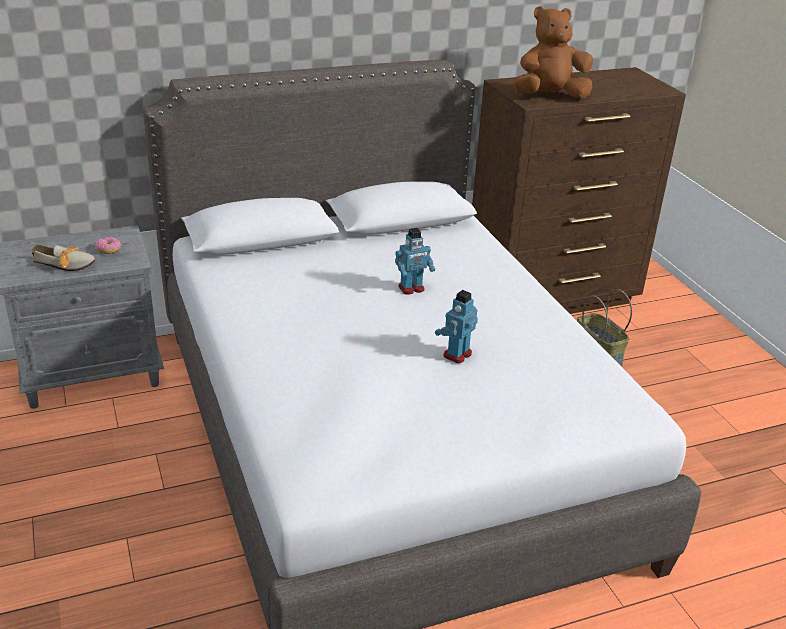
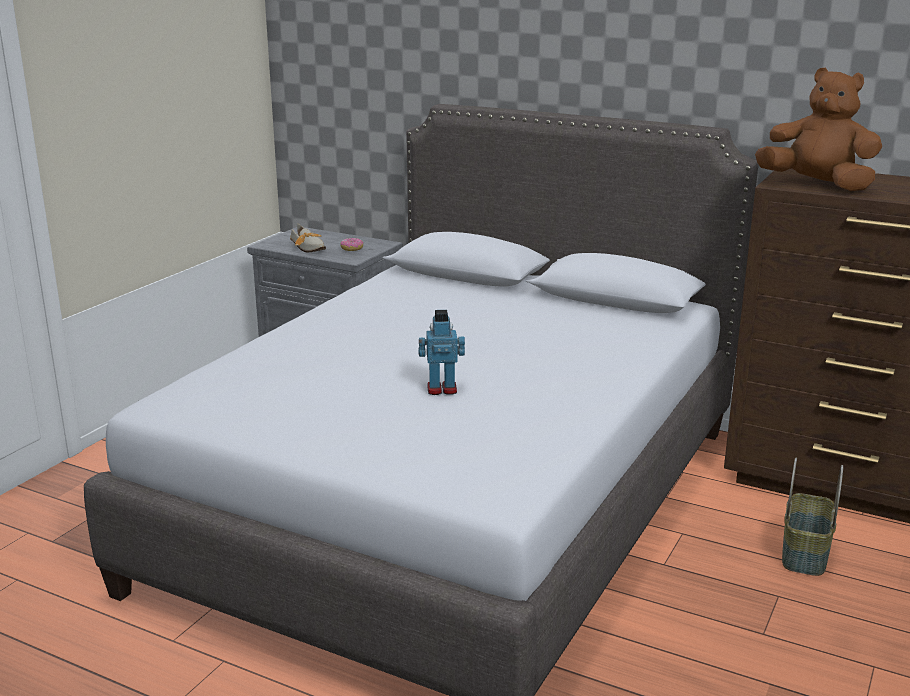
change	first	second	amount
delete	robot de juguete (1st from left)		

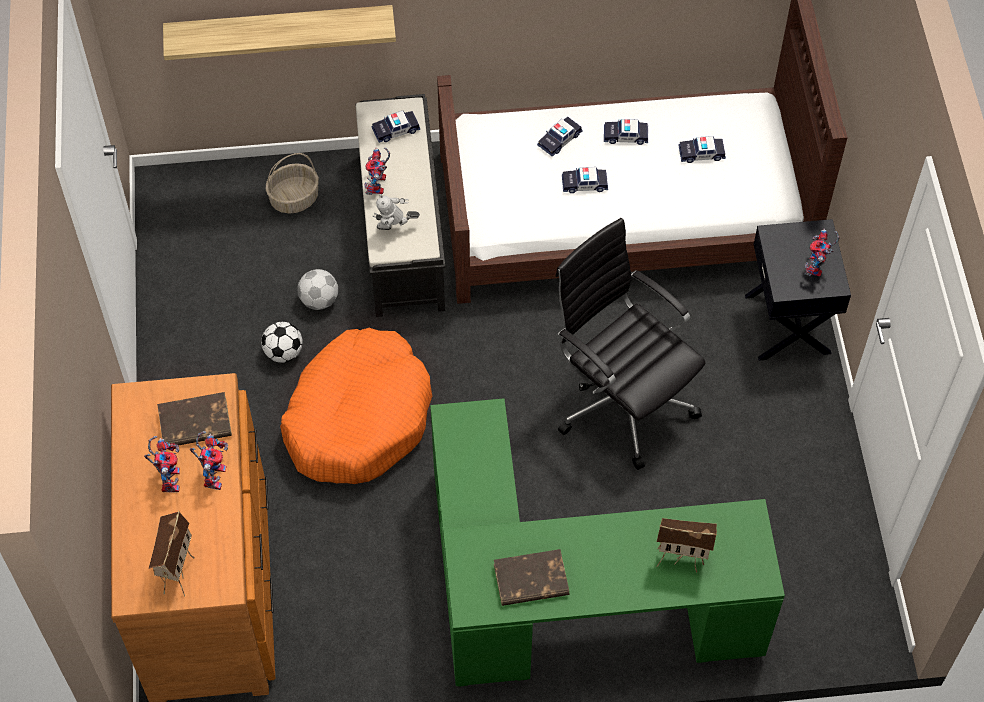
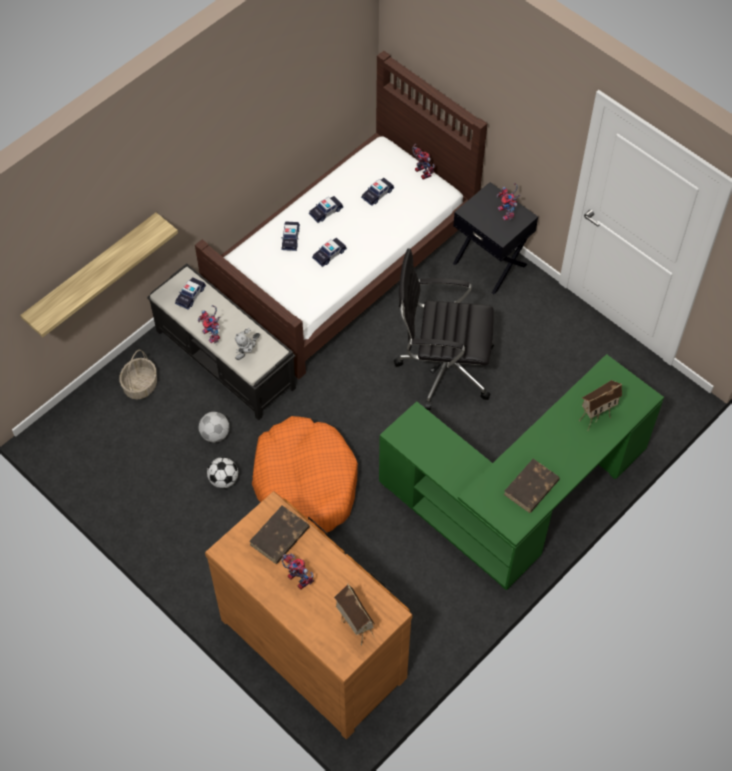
change	first	second	amount
move	robot de juguete (2nd from left in the first image)	robot de juguete (4th from left)	

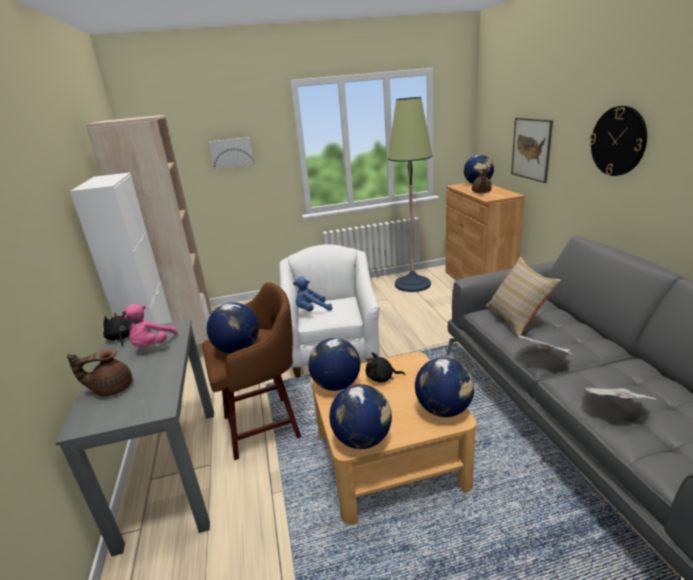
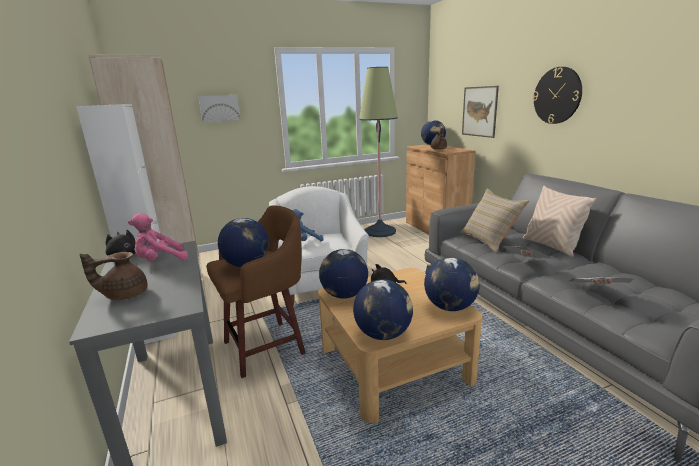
change	first	second	amount
insert		cojín (beis) (2nd from left)	
rotate	peluche (rosa)		60 degrees clockwise

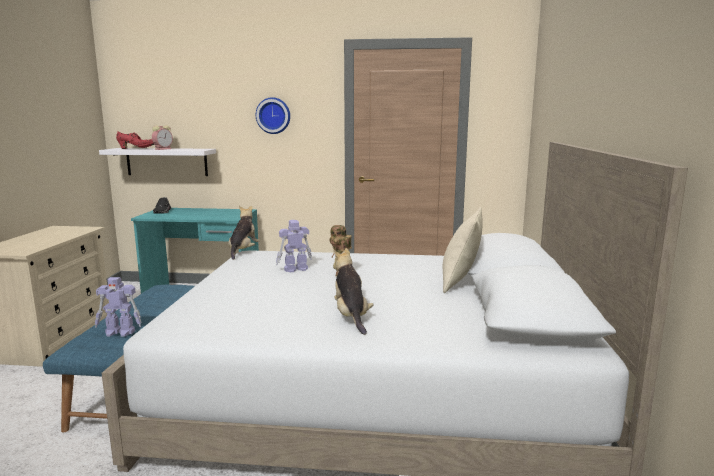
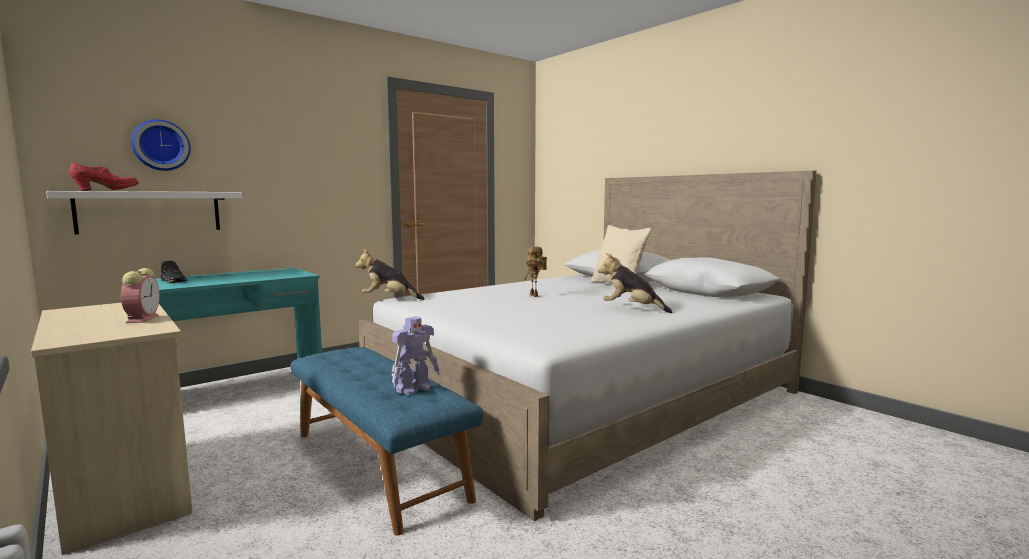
change	first	second	amount
delete	robot de juguete (2nd from left)		
move	despertador		
move	reloj de pared		
rotate	peluche (1st from left)		45 degrees counterclockwise

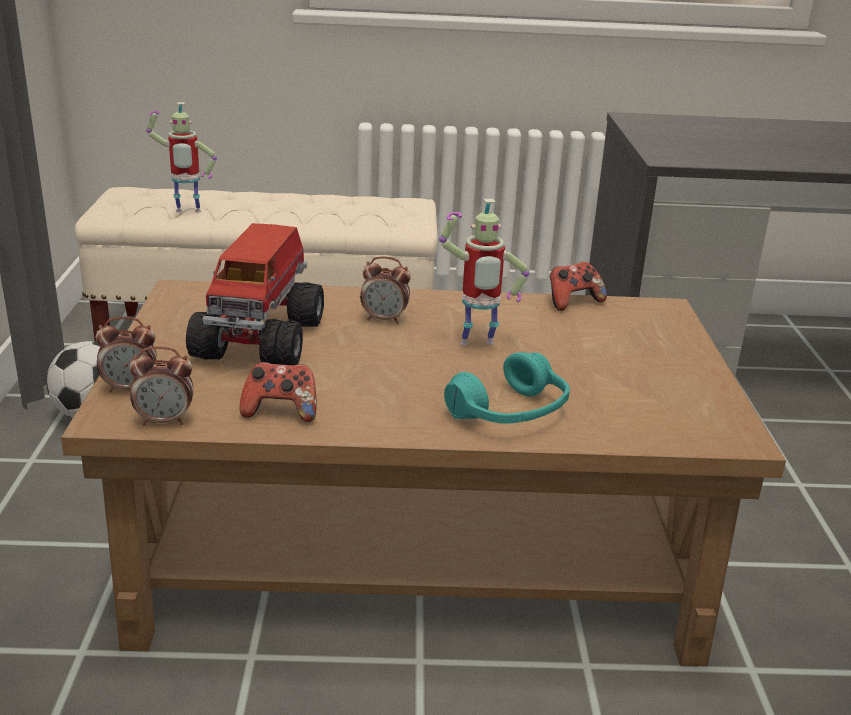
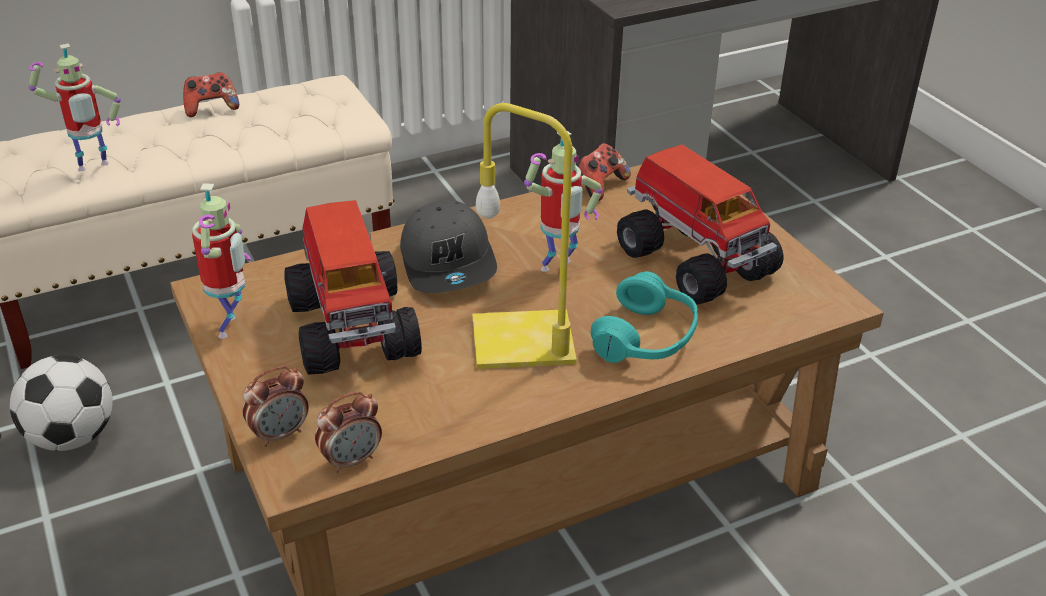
change	first	second	amount
insert		robot de juguete (2nd from left)	
insert		lámpara de mesa (amarillo)	
insert		camión de juguete (2nd from left)	
move	mando de consola (1st from left)		
replace	despertador (3rd from left)	gorra (gris)	

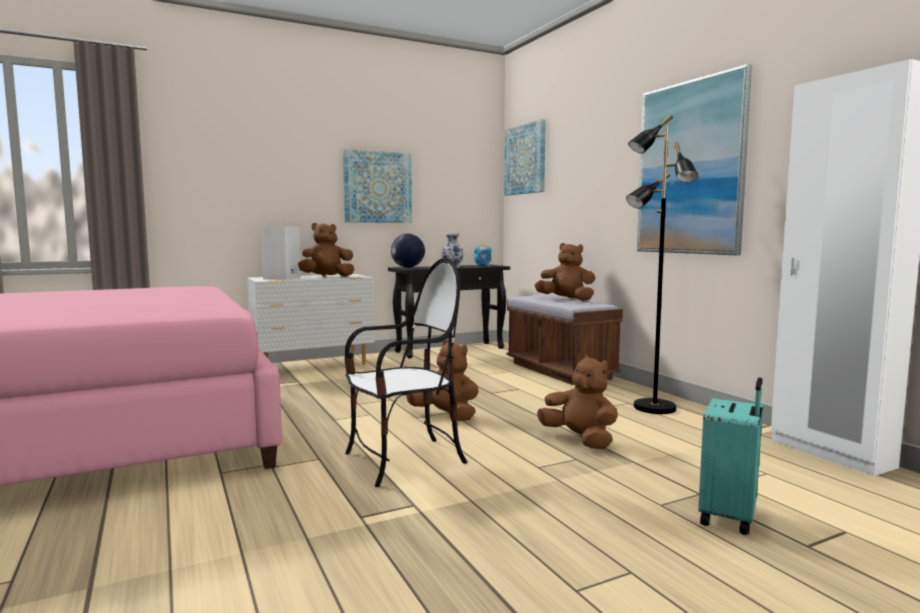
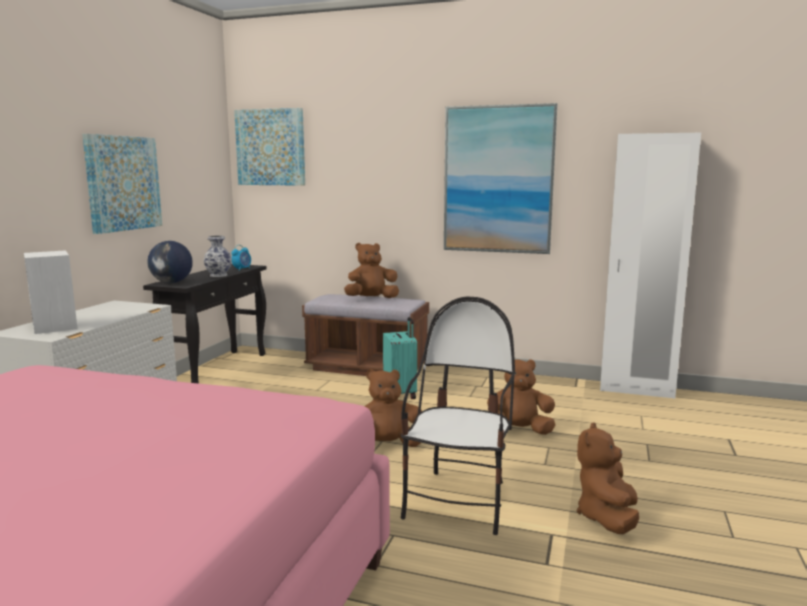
change	first	second	amount
delete	lámpara de pie (negro)		
move	peluche (marrón) (1st from left in the first image)	peluche (marrón) (4th from left)	
move	maleta (turquesa)		

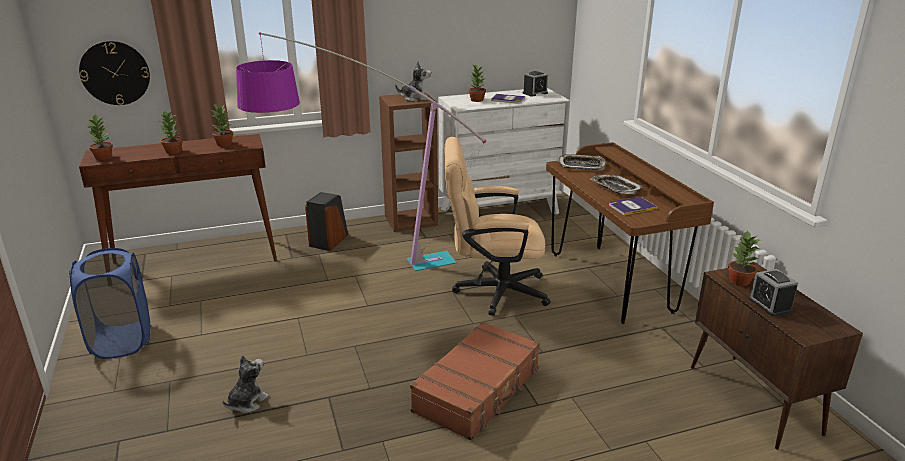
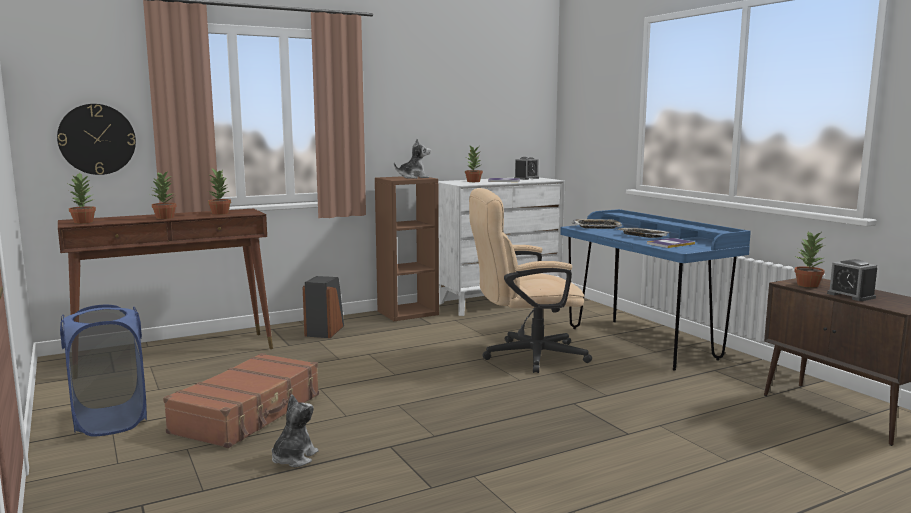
change	first	second	amount
delete	lámpara de pie		
move	maleta (marrón)		
recolor	escritorio (marrón)	escritorio (azul)	

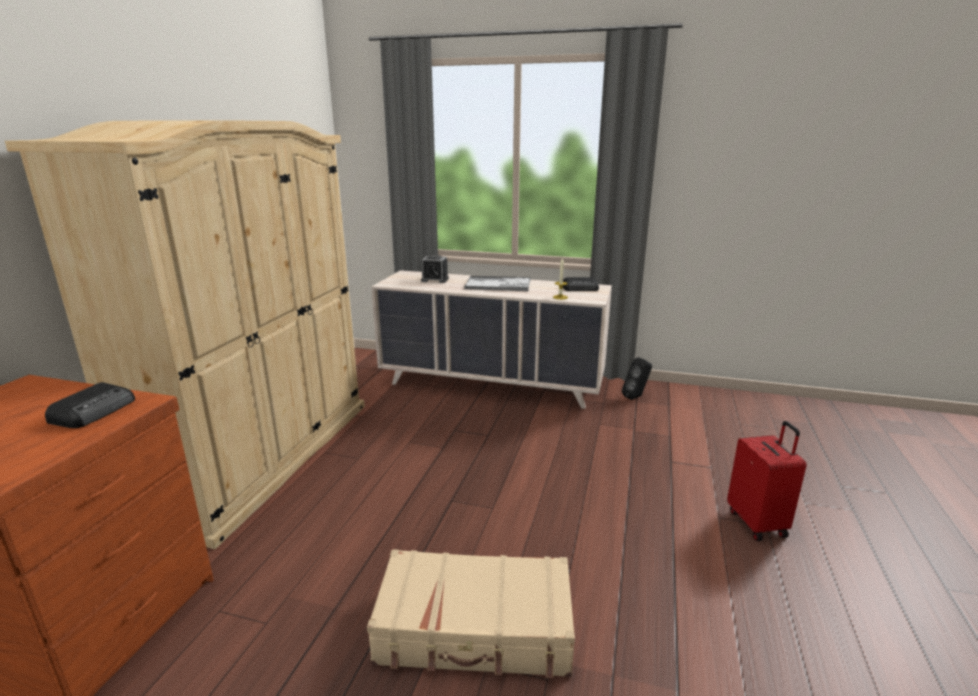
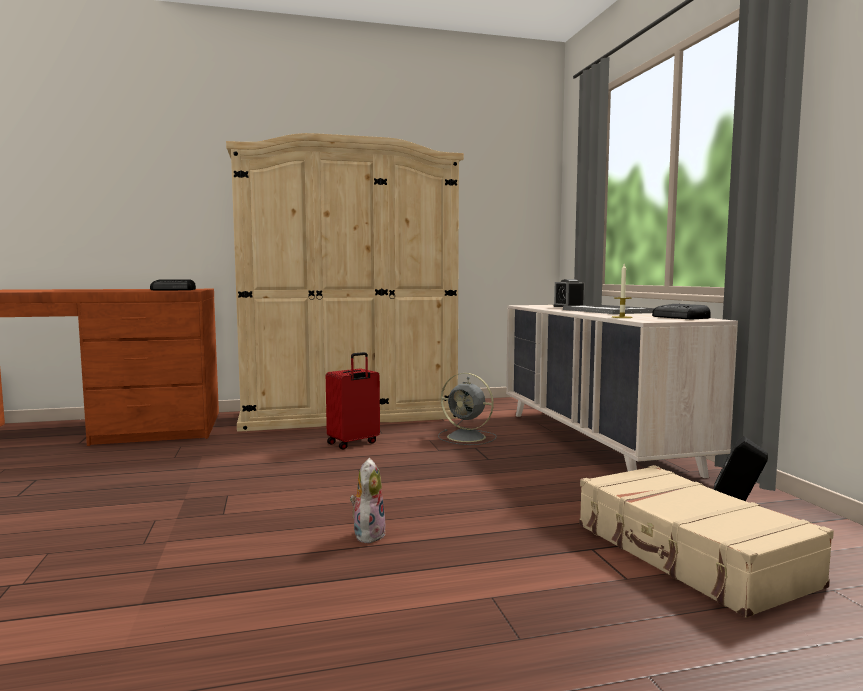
change	first	second	amount
insert		peluche	
insert		ventilador (gris)	
move	maleta (beis)		
move	maleta (rojo)		

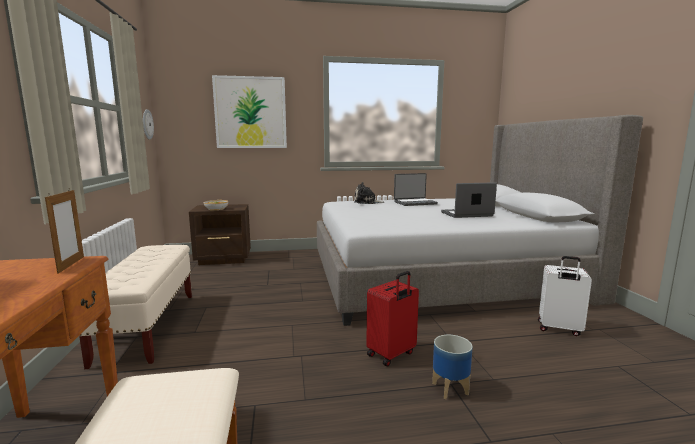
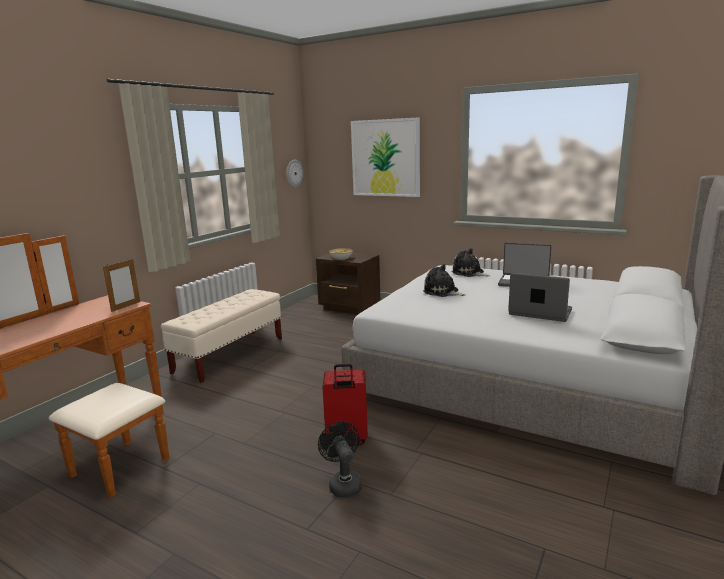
change	first	second	amount
delete	maleta (blanco)		
insert		peluche (1st from left)	
replace	maceta	ventilador (negro)	

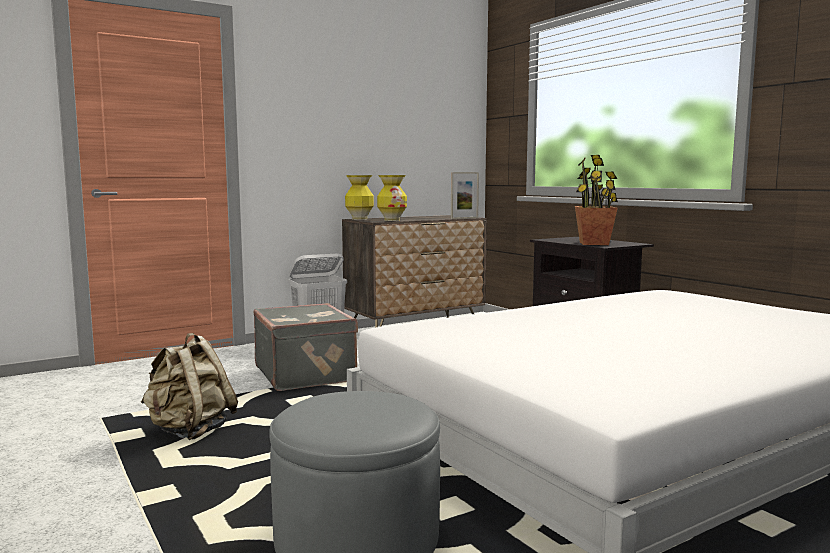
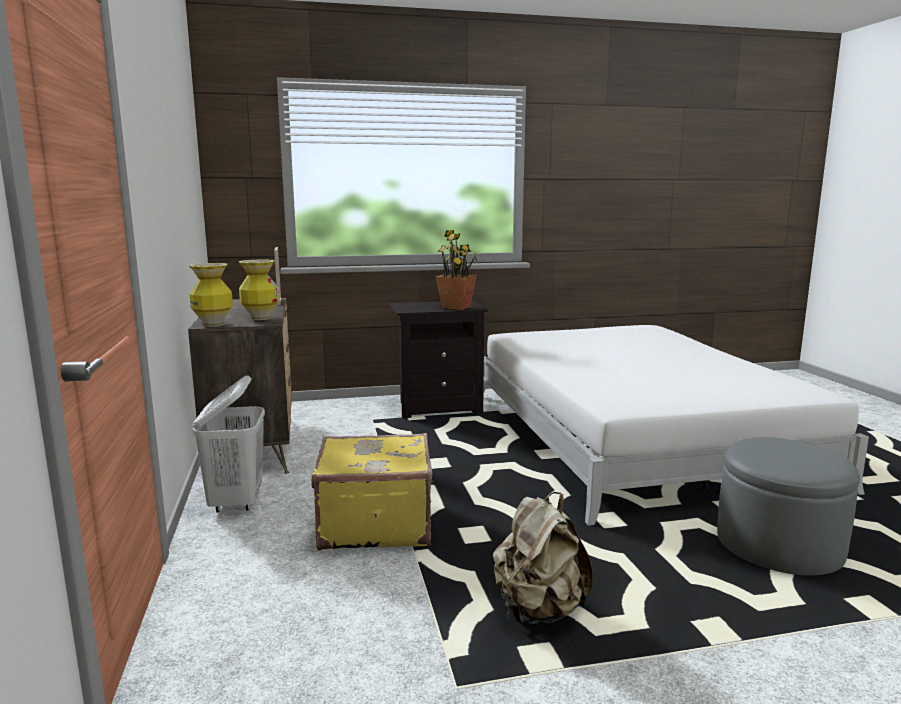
change	first	second	amount
recolor	maleta (gris)	maleta (amarillo)	

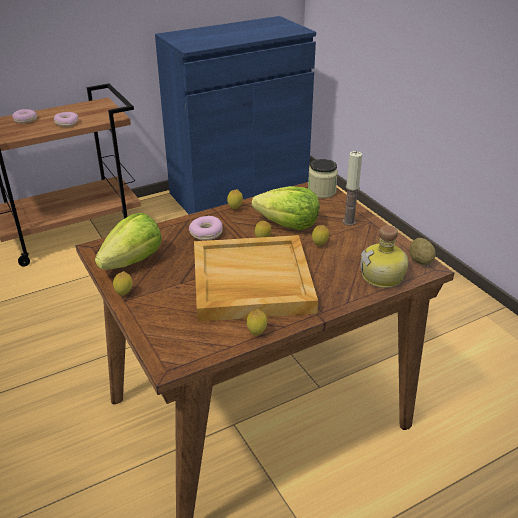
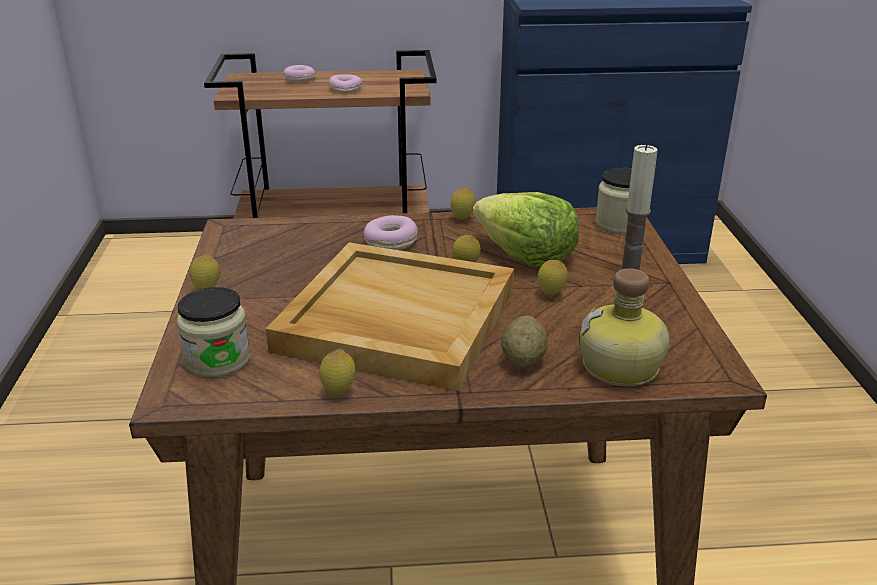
change	first	second	amount
delete	lechuga (1st from left)		
insert		tarro (1st from left)	
move	patata		

